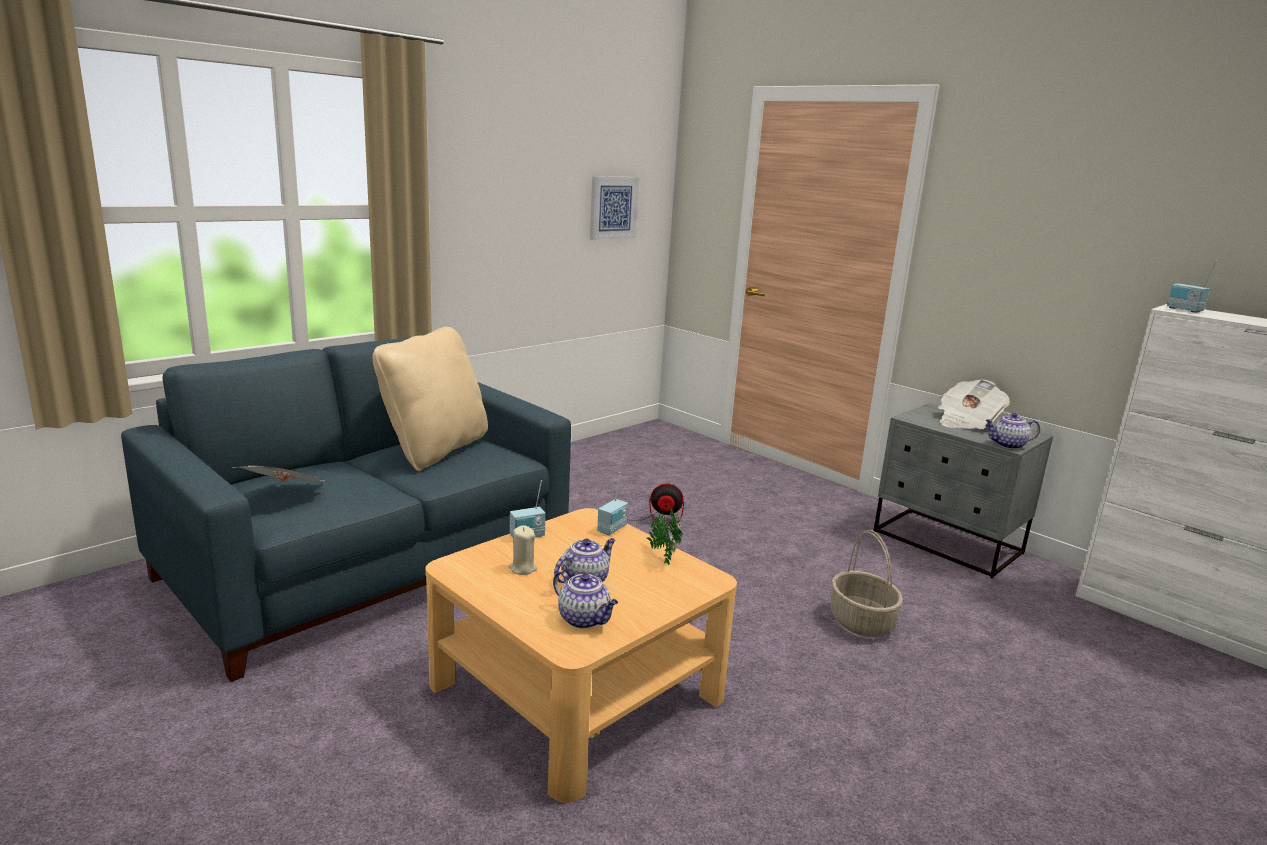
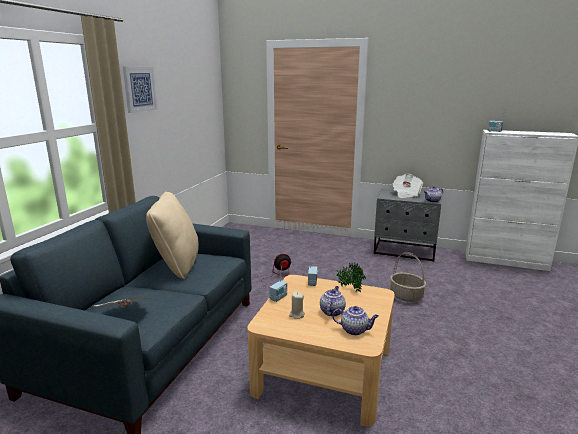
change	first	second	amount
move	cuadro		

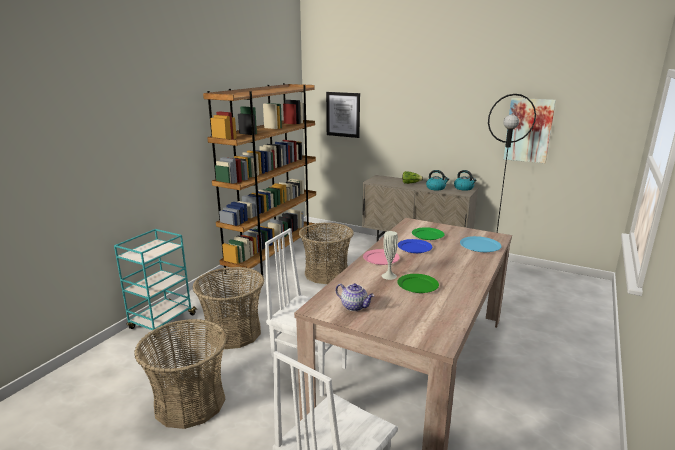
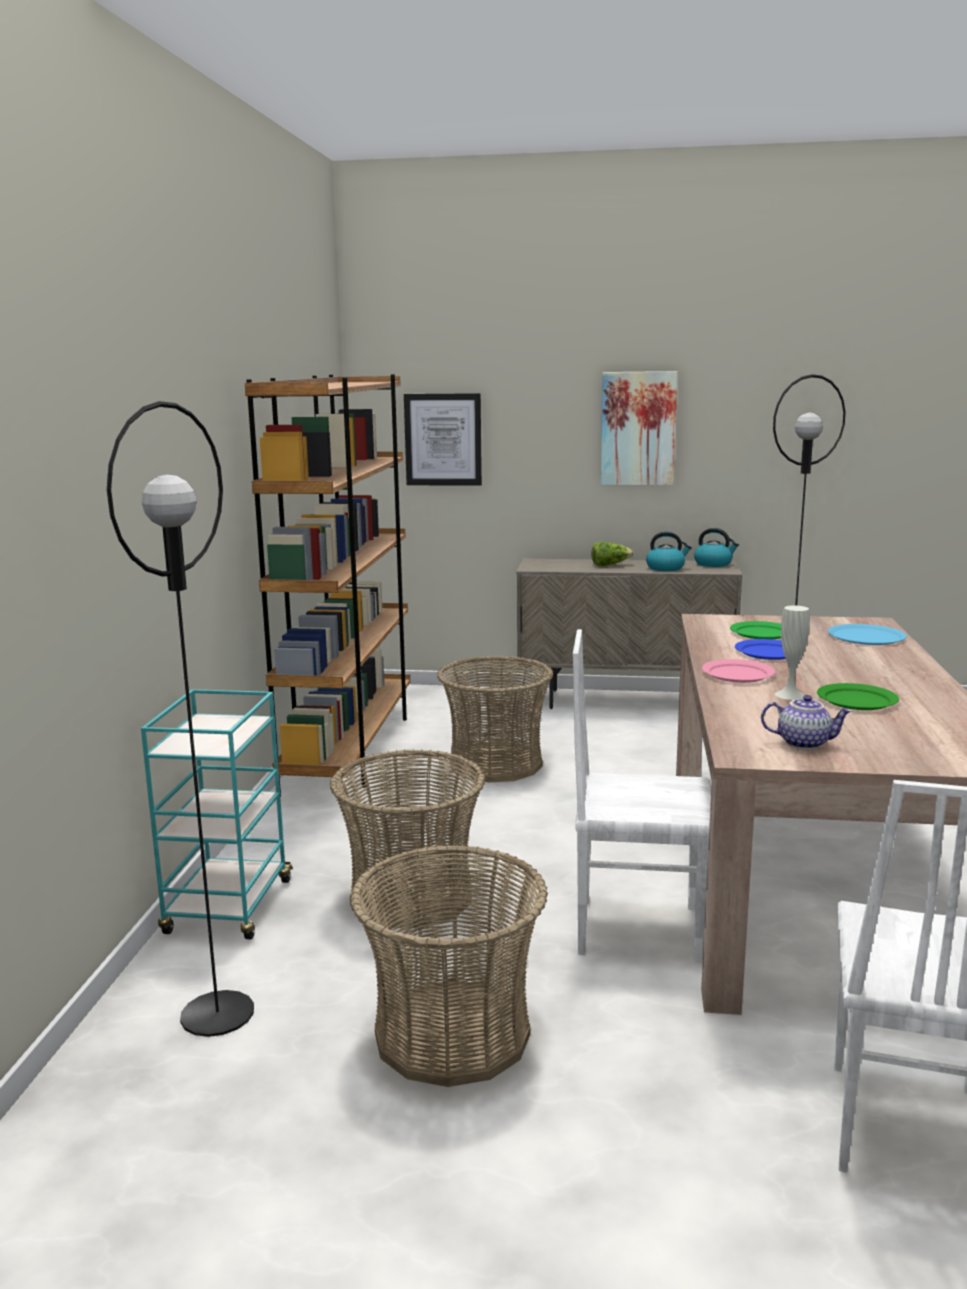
change	first	second	amount
insert		lámpara de pie (negro) (1st from left)	
move	cuadro (2nd from left)		

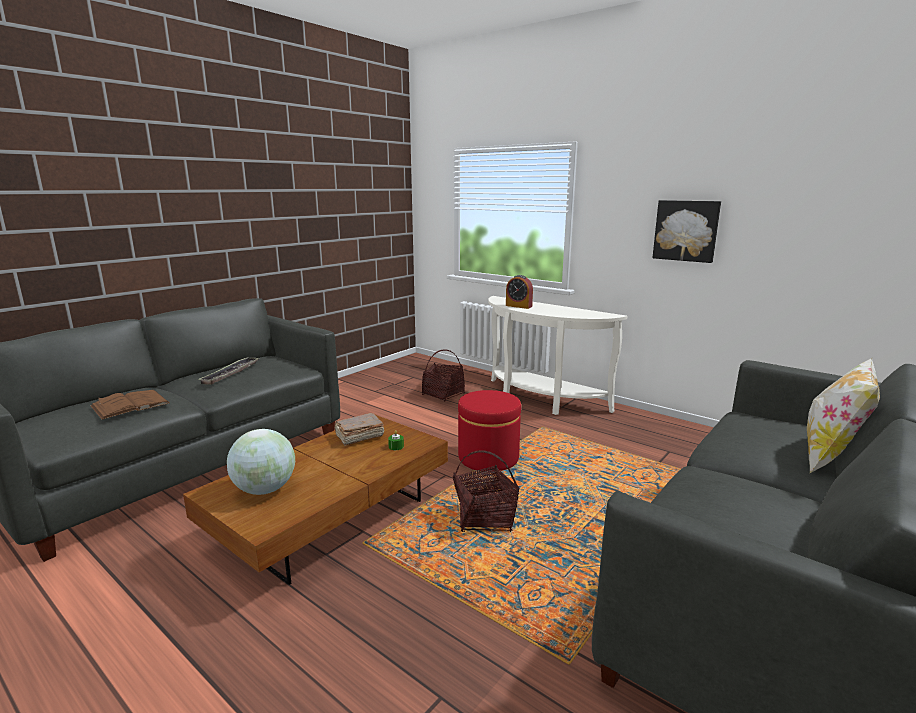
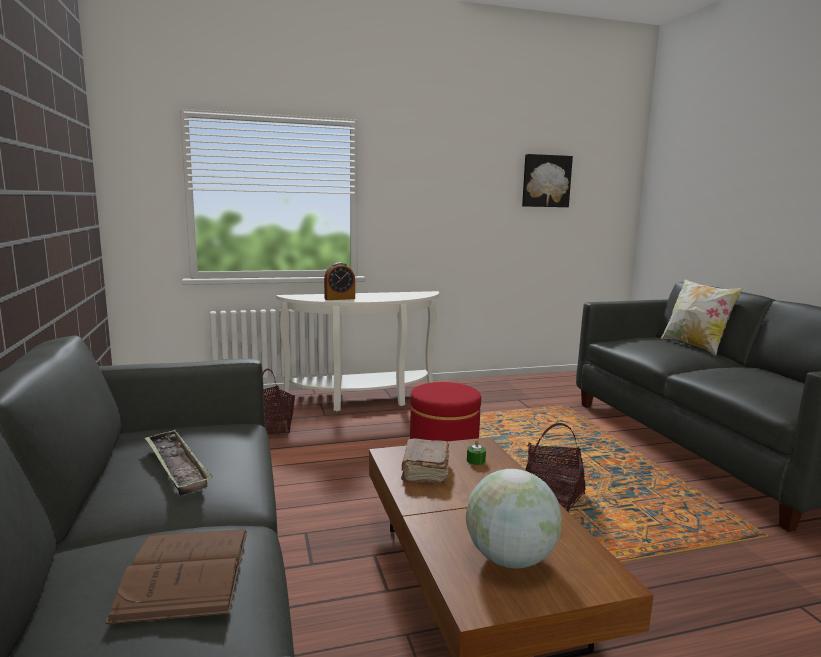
change	first	second	amount
move	cuadro		

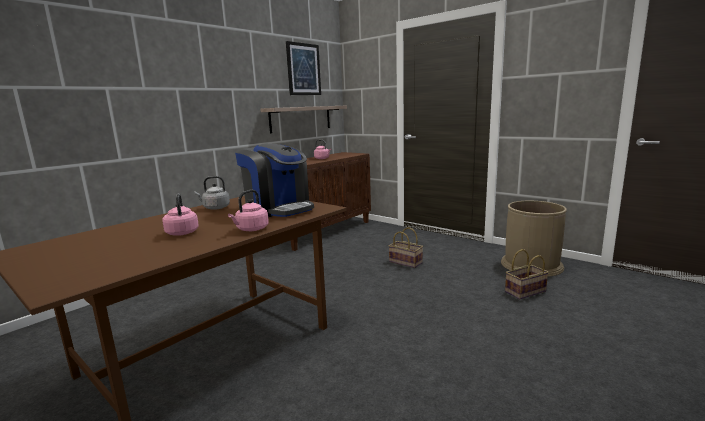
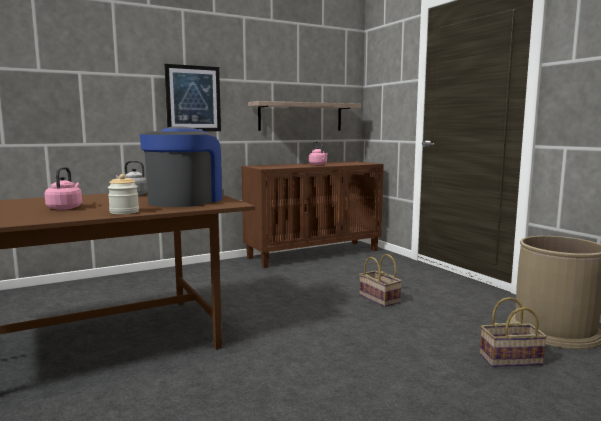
change	first	second	amount
move	cuadro		
replace	hervidor (rosa) (2nd from left)	tarro	
rotate	cafetera		135 degrees counterclockwise

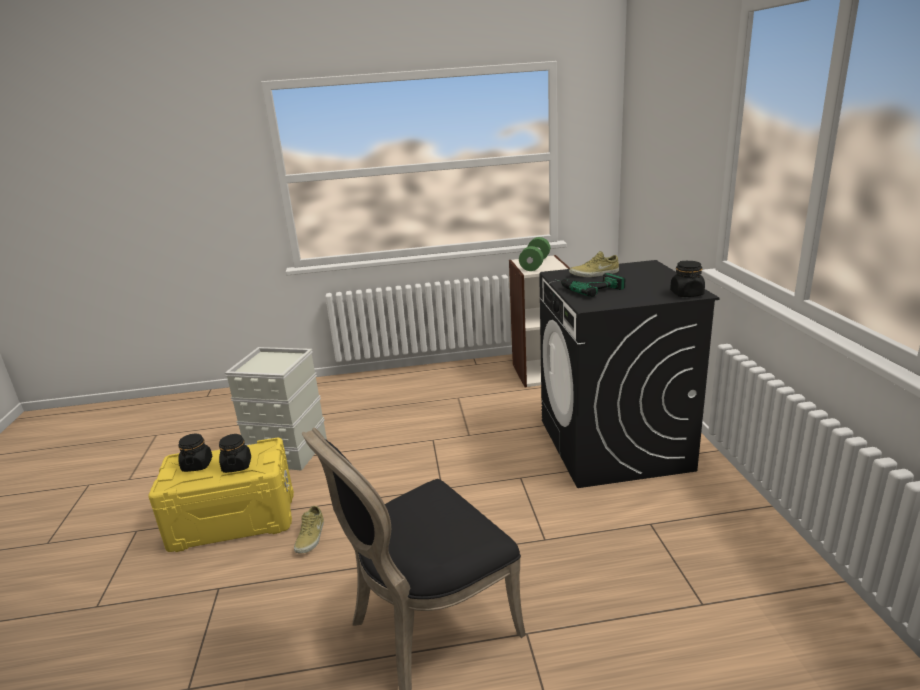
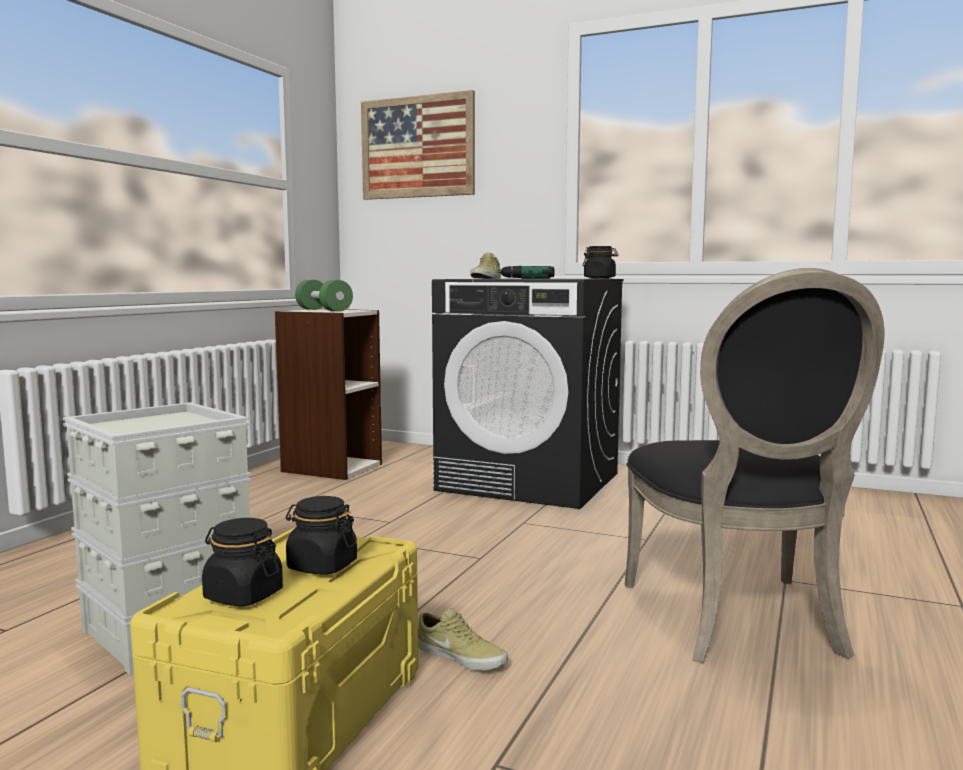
change	first	second	amount
insert		cuadro	

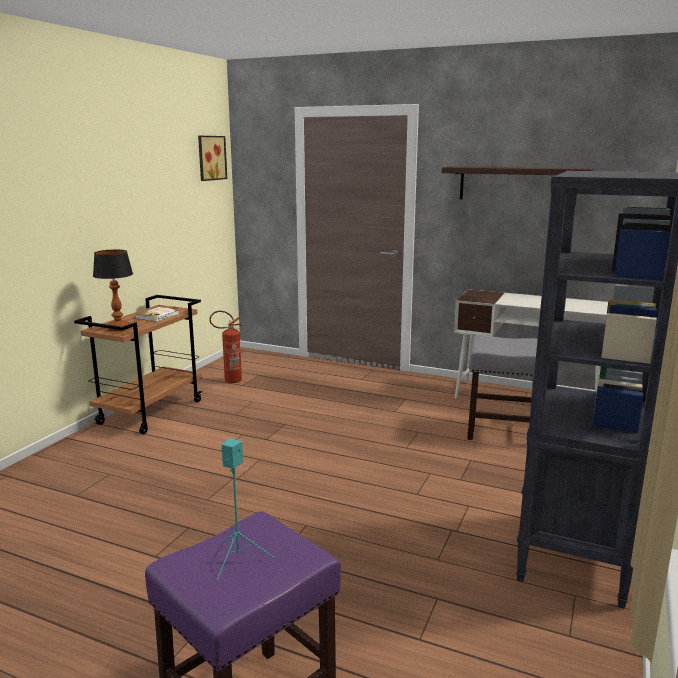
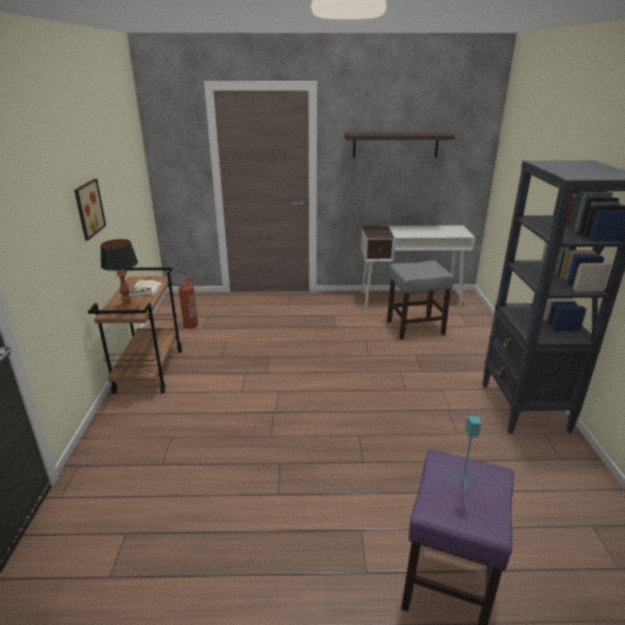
change	first	second	amount
move	cuadro		

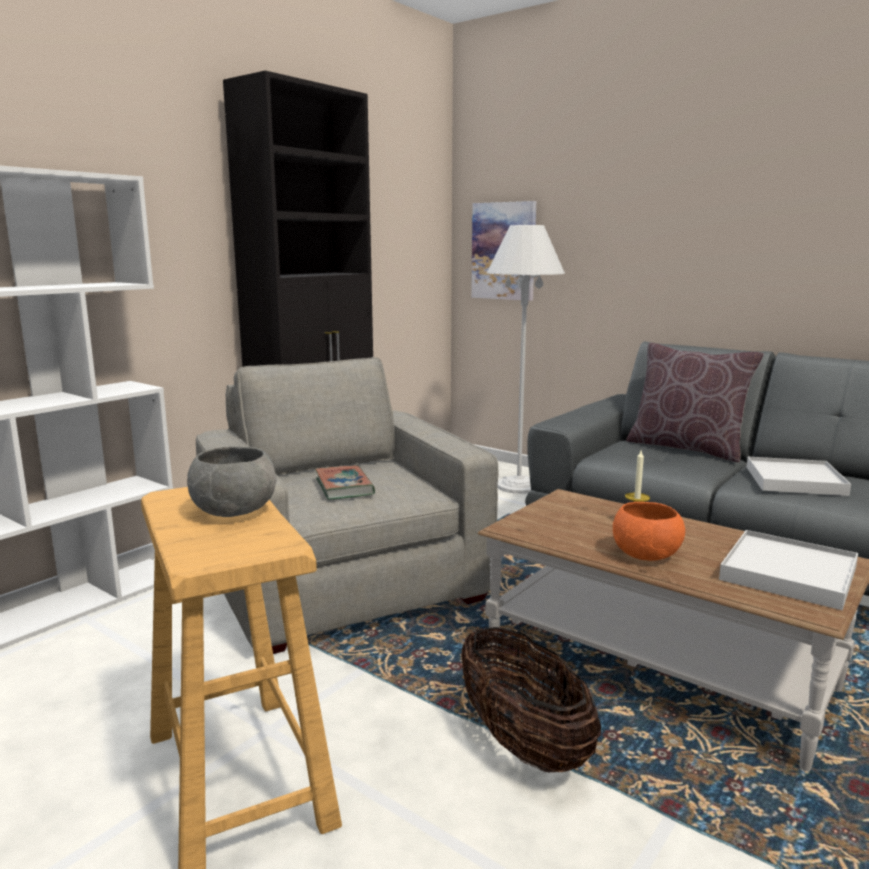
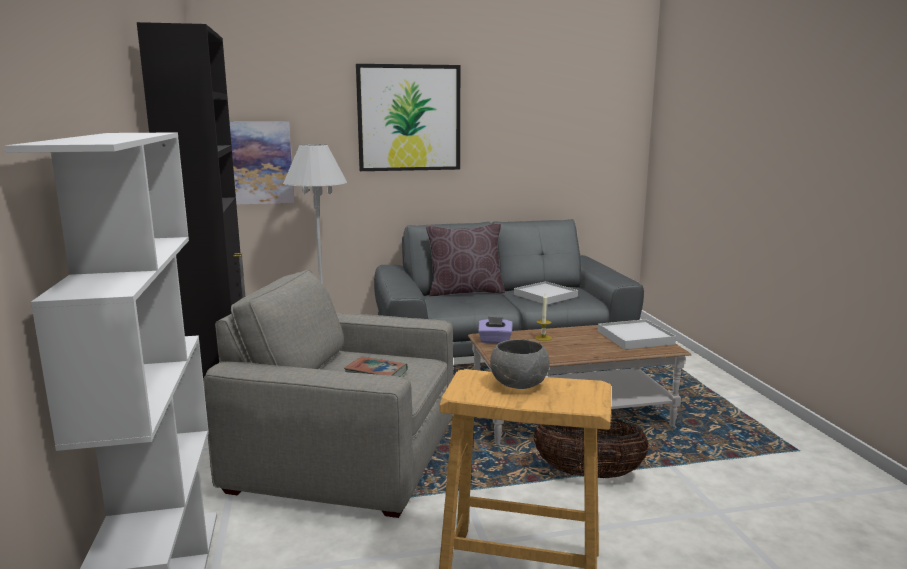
change	first	second	amount
delete	cuenco (naranja)		
insert		cuadro (2nd from left)	
insert		caja de pañuelos (morado)	

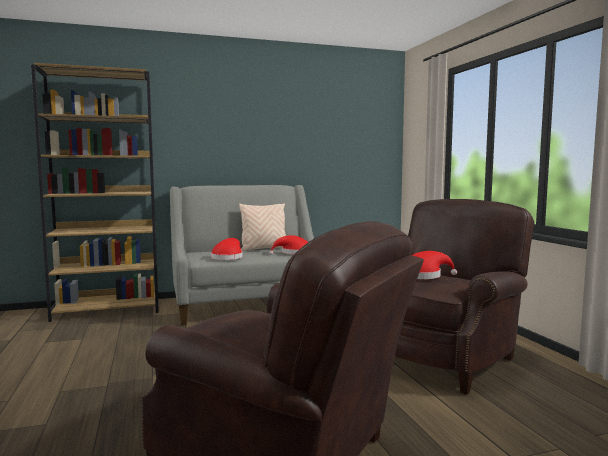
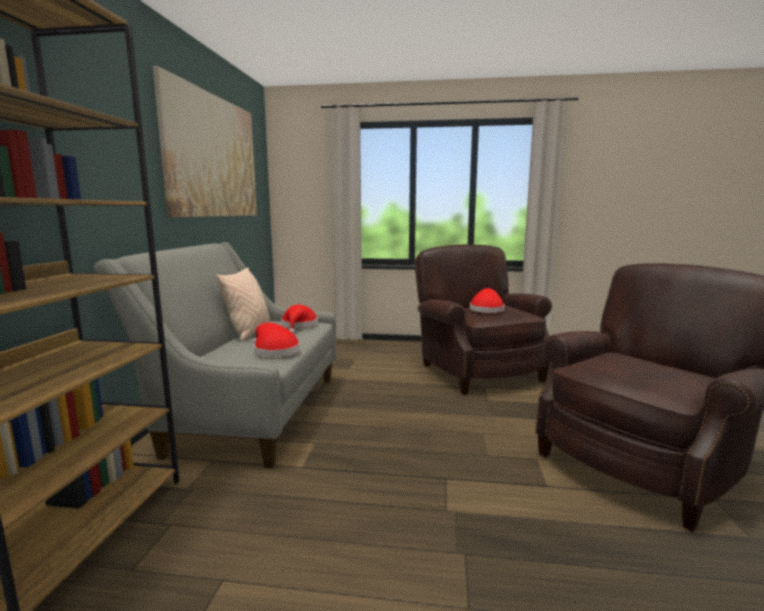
change	first	second	amount
insert		cuadro	

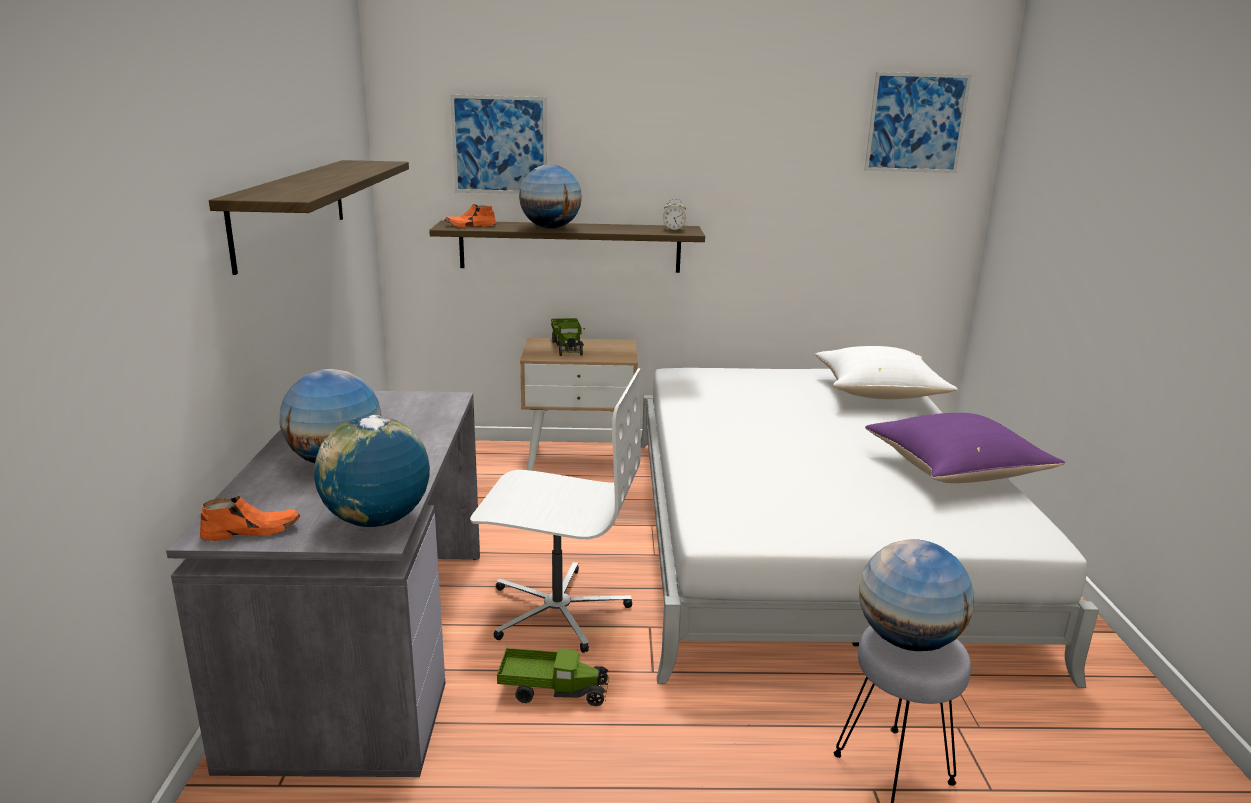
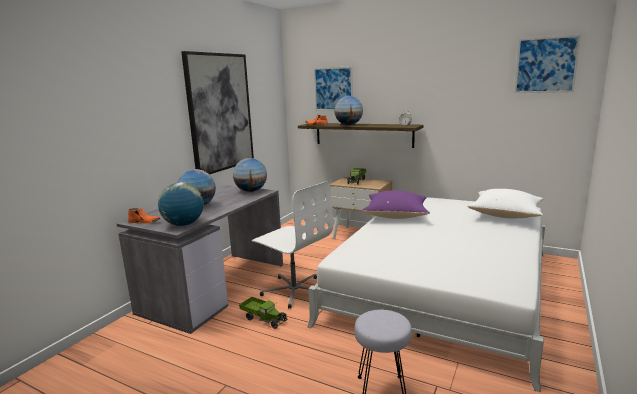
change	first	second	amount
move	globo terráqueo (4th from left in the first image)	globo terráqueo (3rd from left)	
move	cojín (morado)		
replace	estante (1st from left)	cuadro (1st from left)	

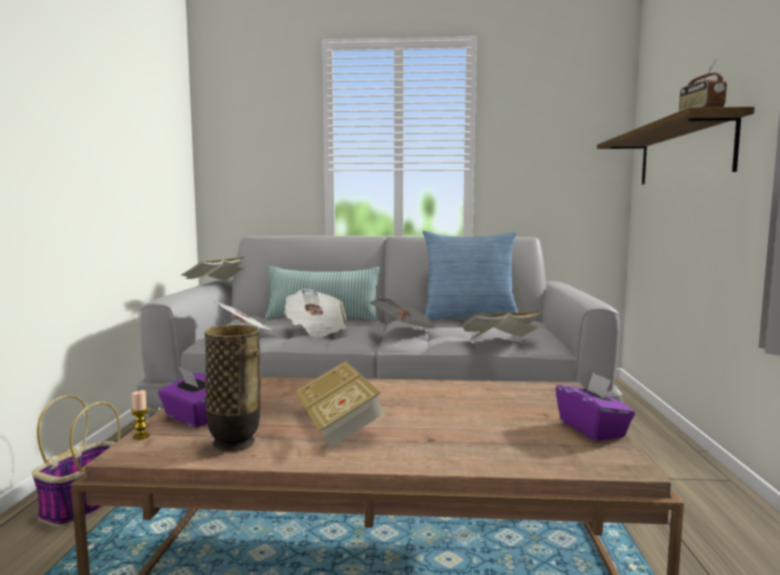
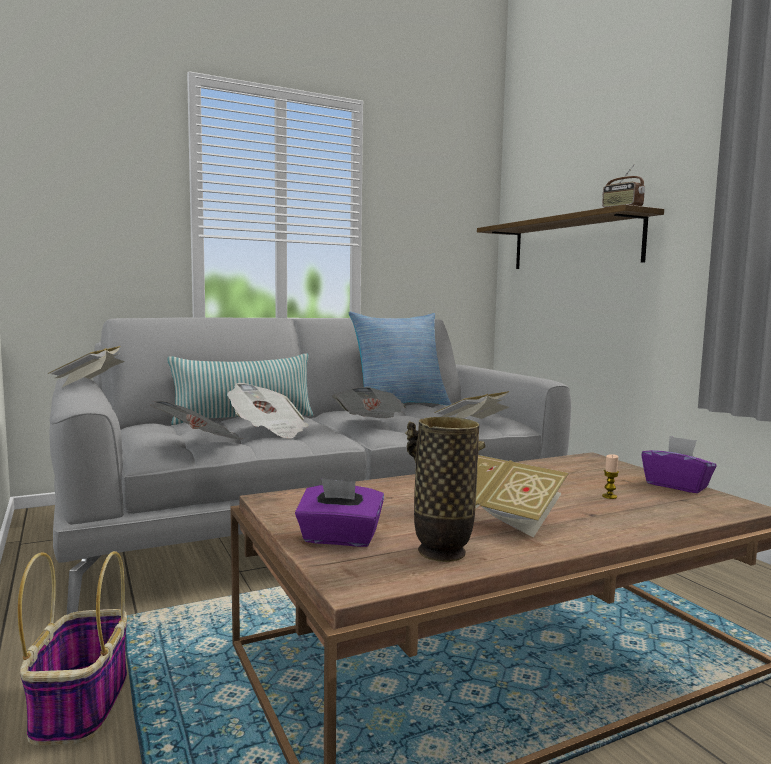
change	first	second	amount
move	vela		

